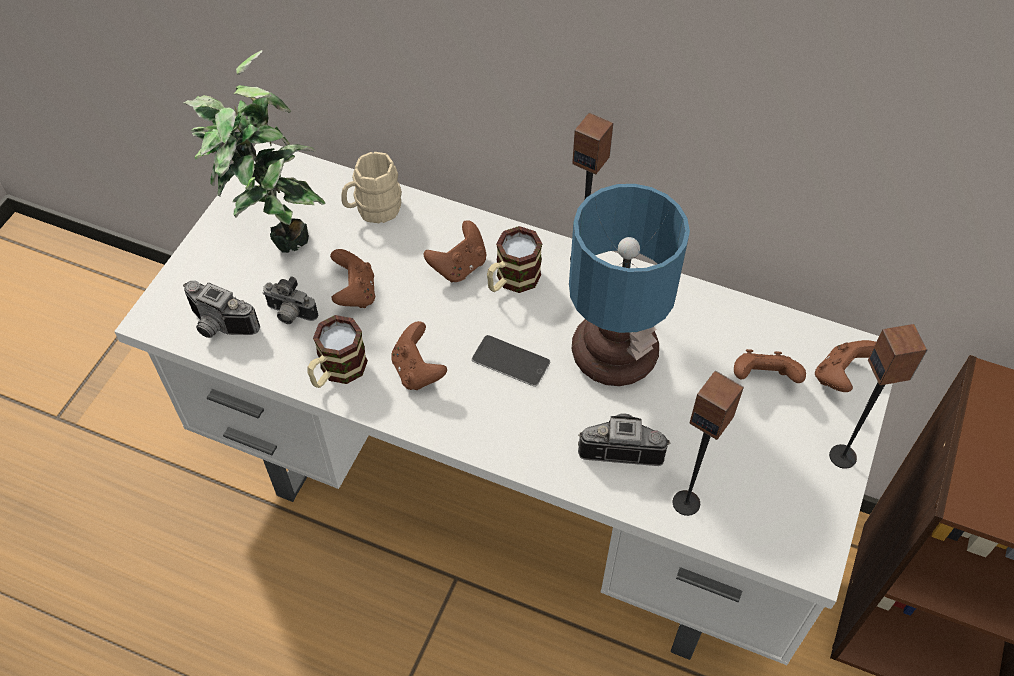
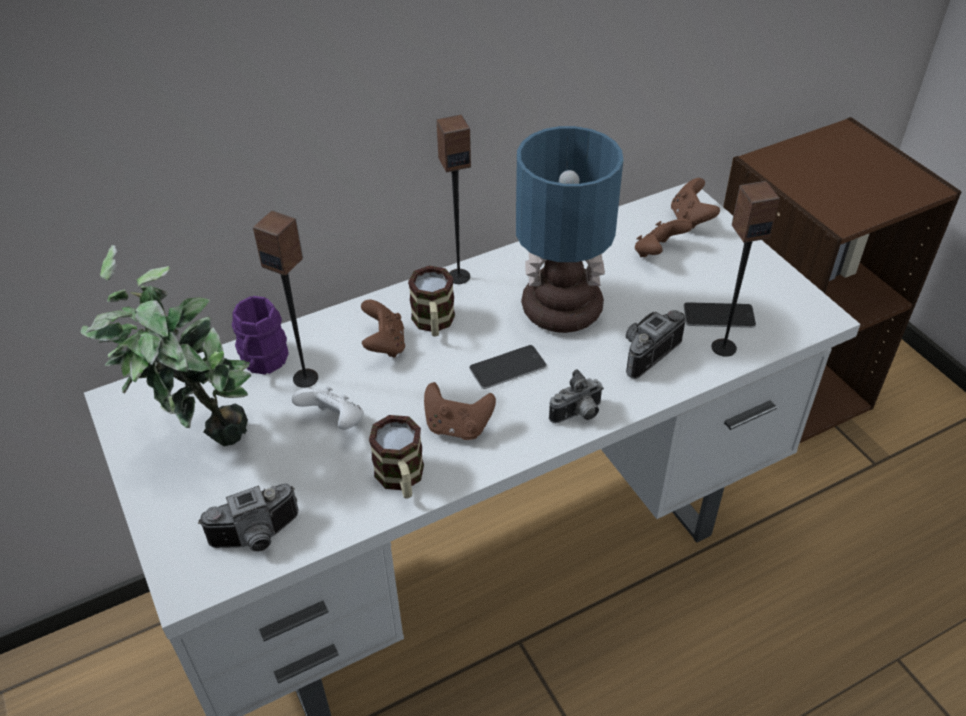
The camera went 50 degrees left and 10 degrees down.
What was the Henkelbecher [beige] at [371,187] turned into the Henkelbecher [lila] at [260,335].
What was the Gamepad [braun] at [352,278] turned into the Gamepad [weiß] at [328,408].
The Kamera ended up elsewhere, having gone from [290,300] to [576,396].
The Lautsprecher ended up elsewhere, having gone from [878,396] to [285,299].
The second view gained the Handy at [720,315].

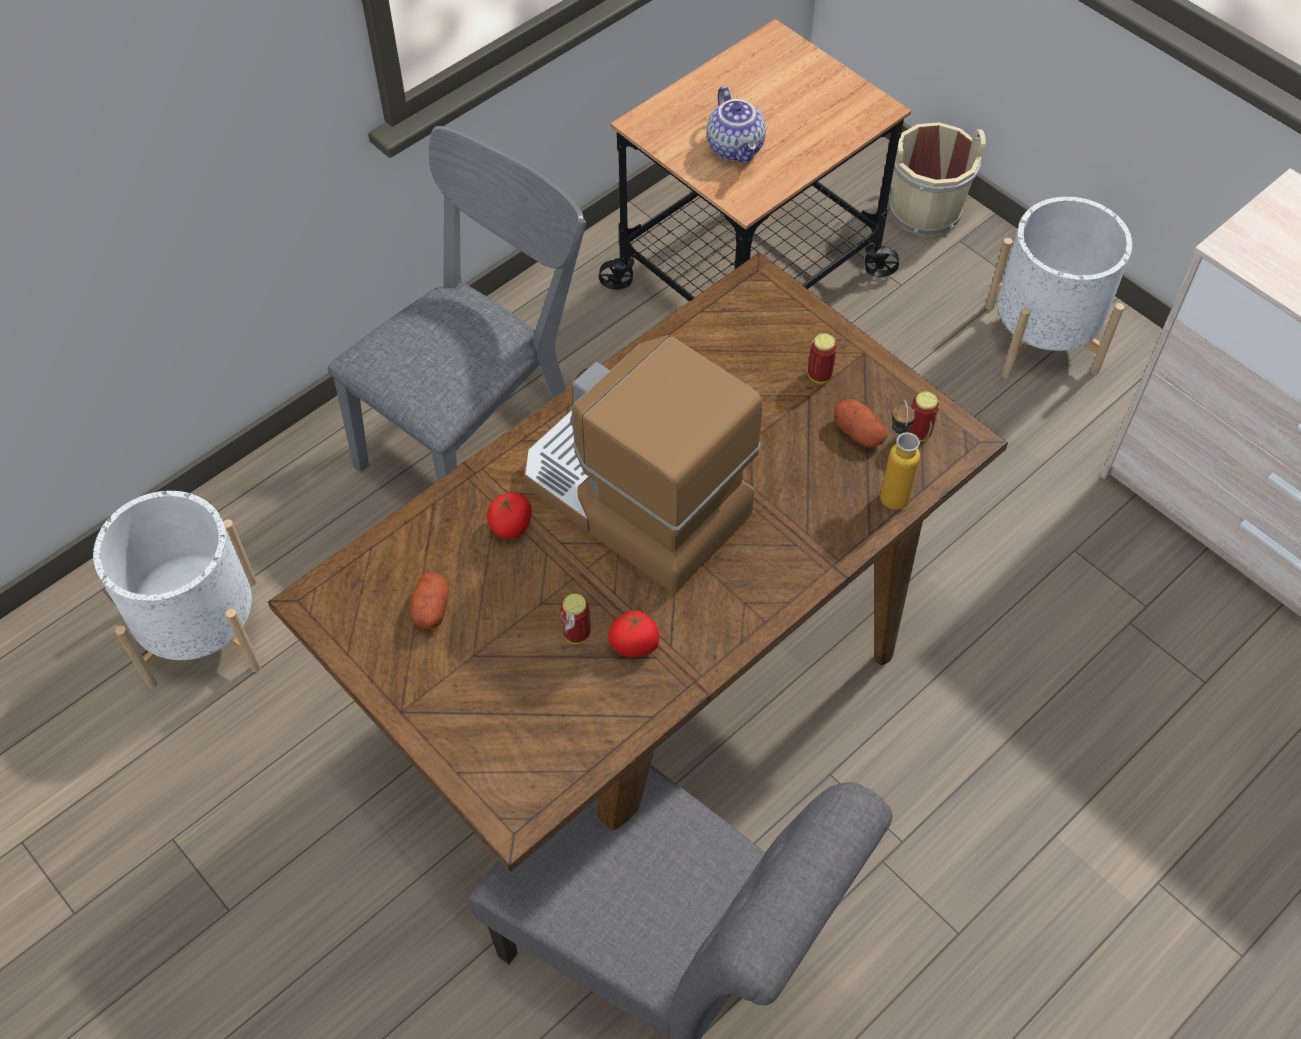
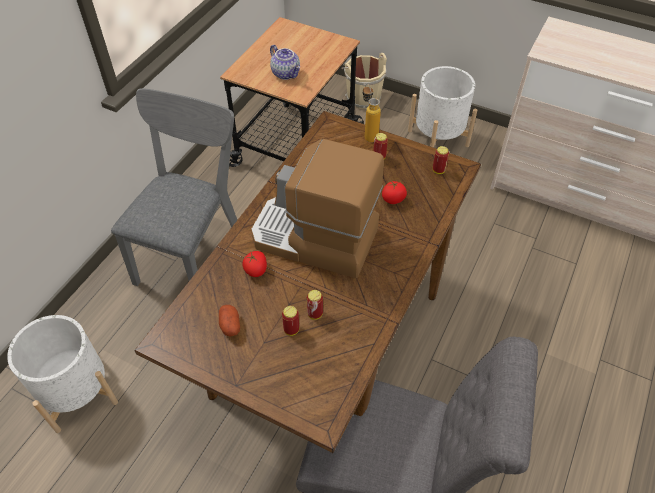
The camera went 20 degrees left and 5 degrees down.
The second view lost the Kartoffel at [860,423].
The Flasche ended up elsewhere, having gone from [900,455] to [372,113].
The Tomate ended up elsewhere, having gone from [633,633] to [394,192].
The second view gained the Dose at [290,321].

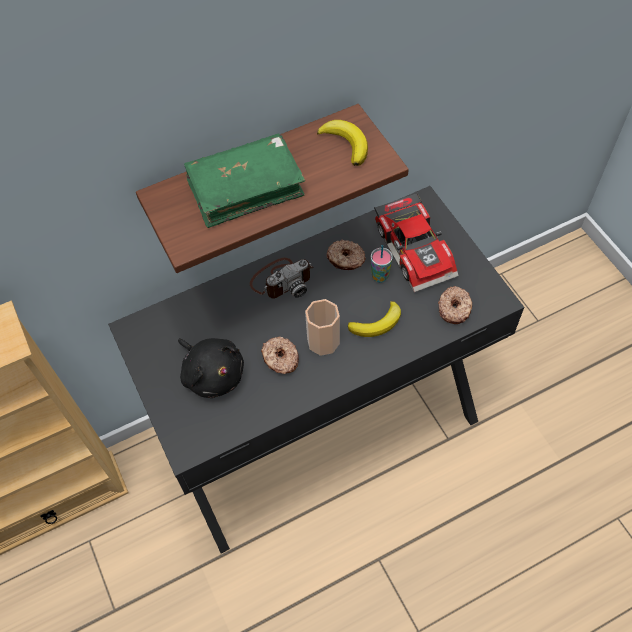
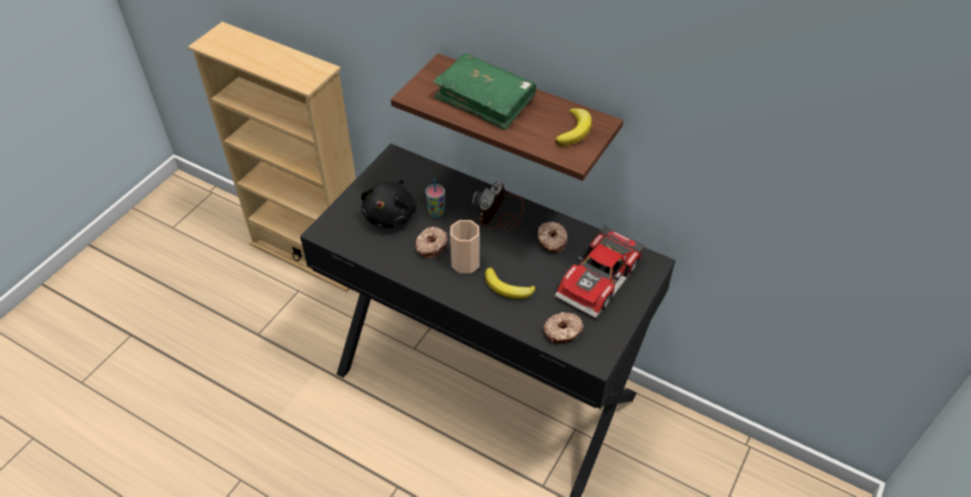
The camera went 55 degrees right and 10 degrees down.
The Tasse ended up elsewhere, having gone from [382,264] to [435,198].
The Kamera at [281,278] ended up facing another way, 90 degrees clockwise from before.

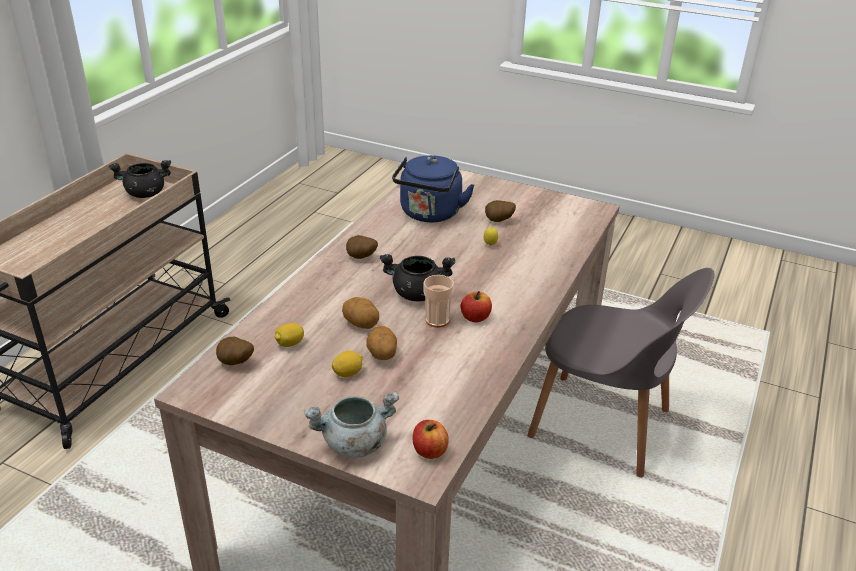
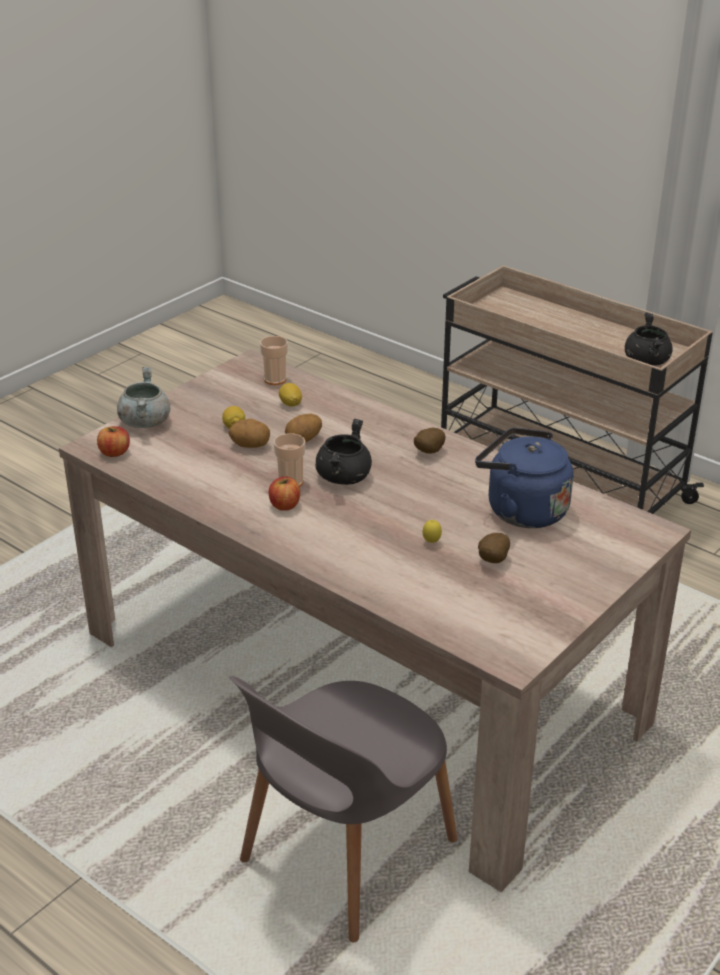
The camera went 105 degrees right and 0 degrees up.
Where the Kartoffel stood at [235,351], the Tasse came to stand at [274,360].

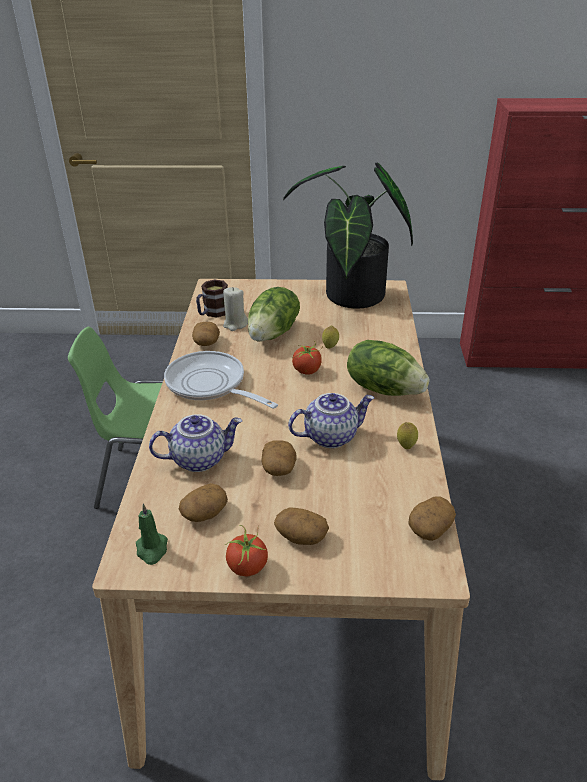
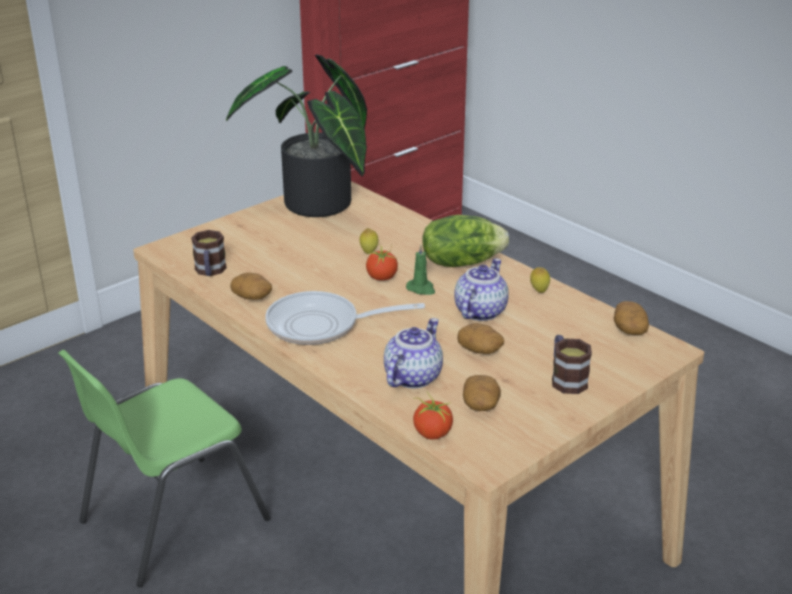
The camera went 45 degrees left and 5 degrees down.
The second view lost the Kerze [beige] at [235,309].
The second view lost the Salatkopf at [274,314].
The Kerze [grün] ended up elsewhere, having gone from [152,534] to [420,269].
Where the Kartoffel stood at [301,526], the Henkelbecher came to stand at [572,364].
The Tomate ended up elsewhere, having gone from [246,550] to [433,416].

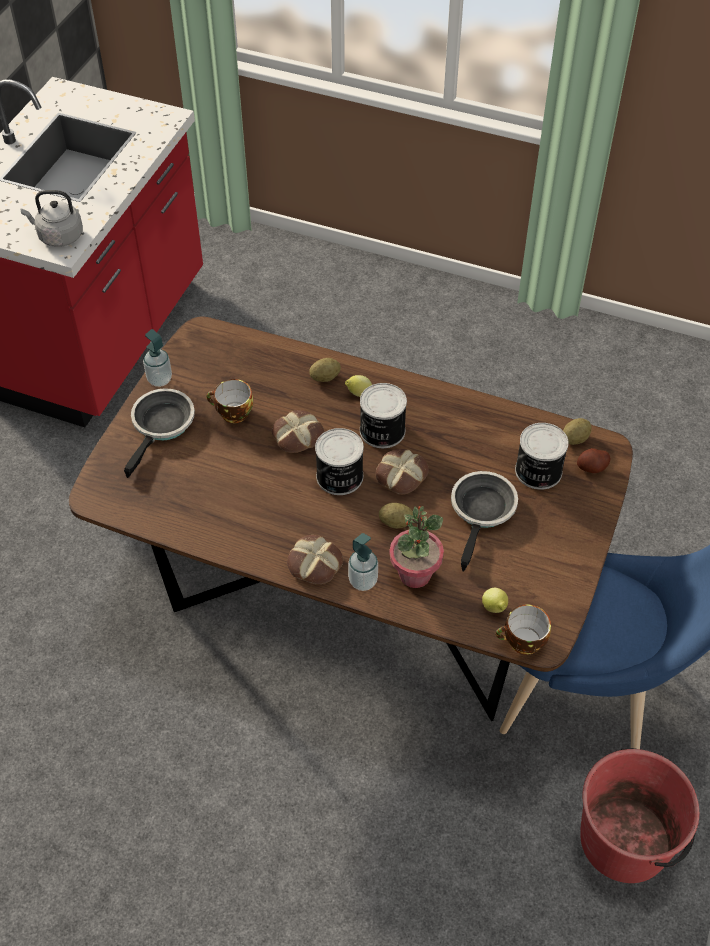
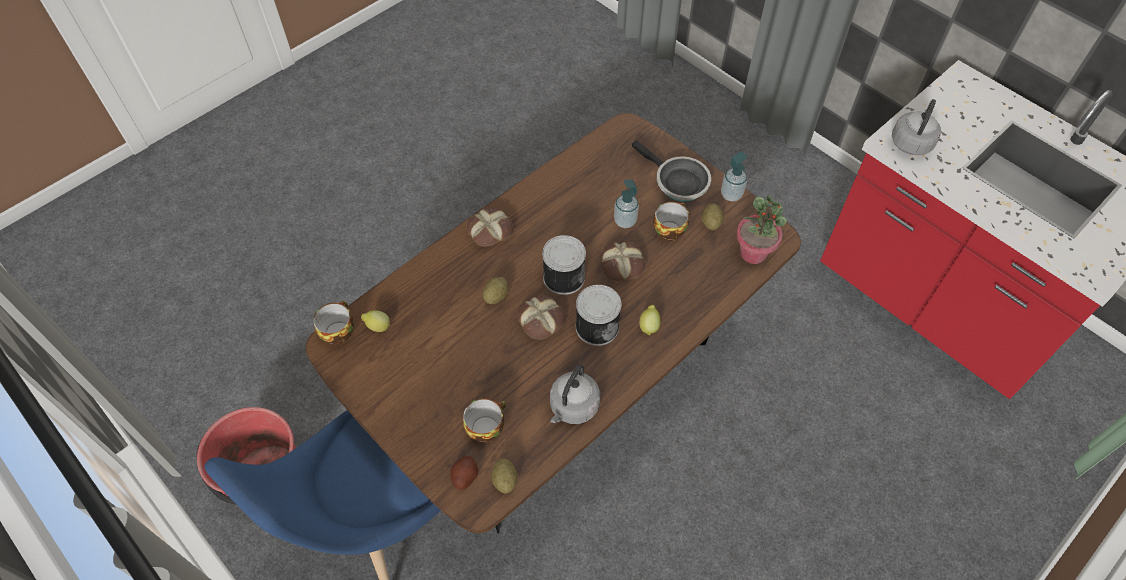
The camera went 115 degrees right and 5 degrees up.
The Kartoffel ended up elsewhere, having gone from [325,370] to [713,217].
Where the Dose stood at [542,456], the Tasse came to stand at [484,420].
The second view lost the Pfanne at [484,521].
The Topfpflanze ended up elsewhere, having gone from [416,547] to [761,229].
The Seifenspender ended up elsewhere, having gone from [363,562] to [626,203].
The second view gained the Wasserkessel [grau] at [575,394].

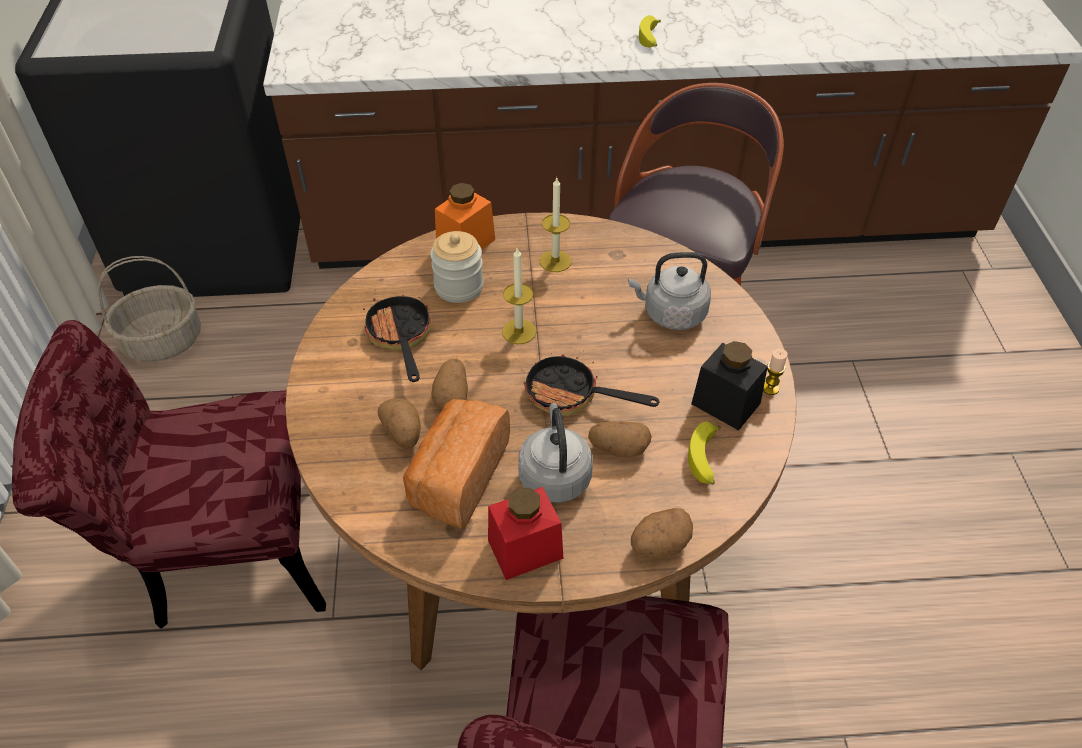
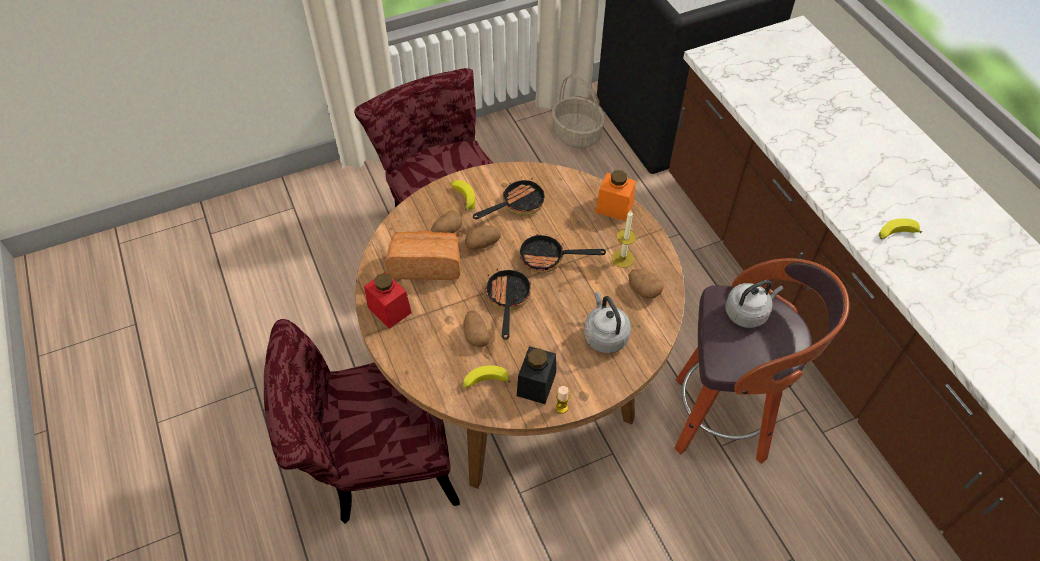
The camera went 70 degrees right and 5 degrees up.
The second view lost the Vorratsglas at [457,267].
Where the Kerze stood at [519,296], the Pfanne came to stand at [562,253].
The Wasserkessel [grau] ended up elsewhere, having gone from [555,453] to [754,304].
The Kartoffel ended up elsewhere, having gone from [662,533] to [646,284].
The second view gained the Banane at [462,195].

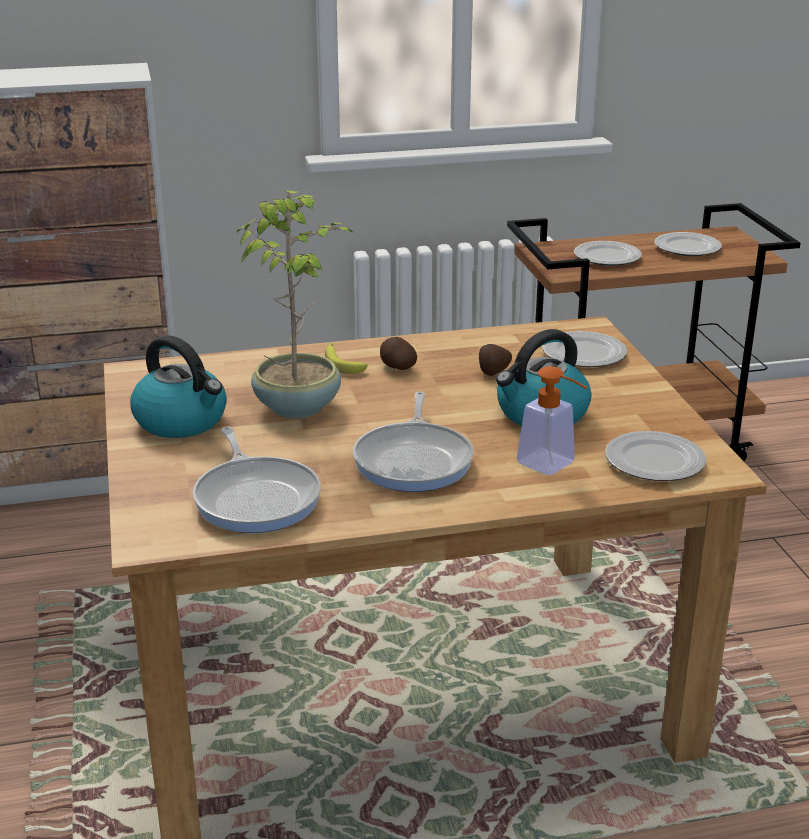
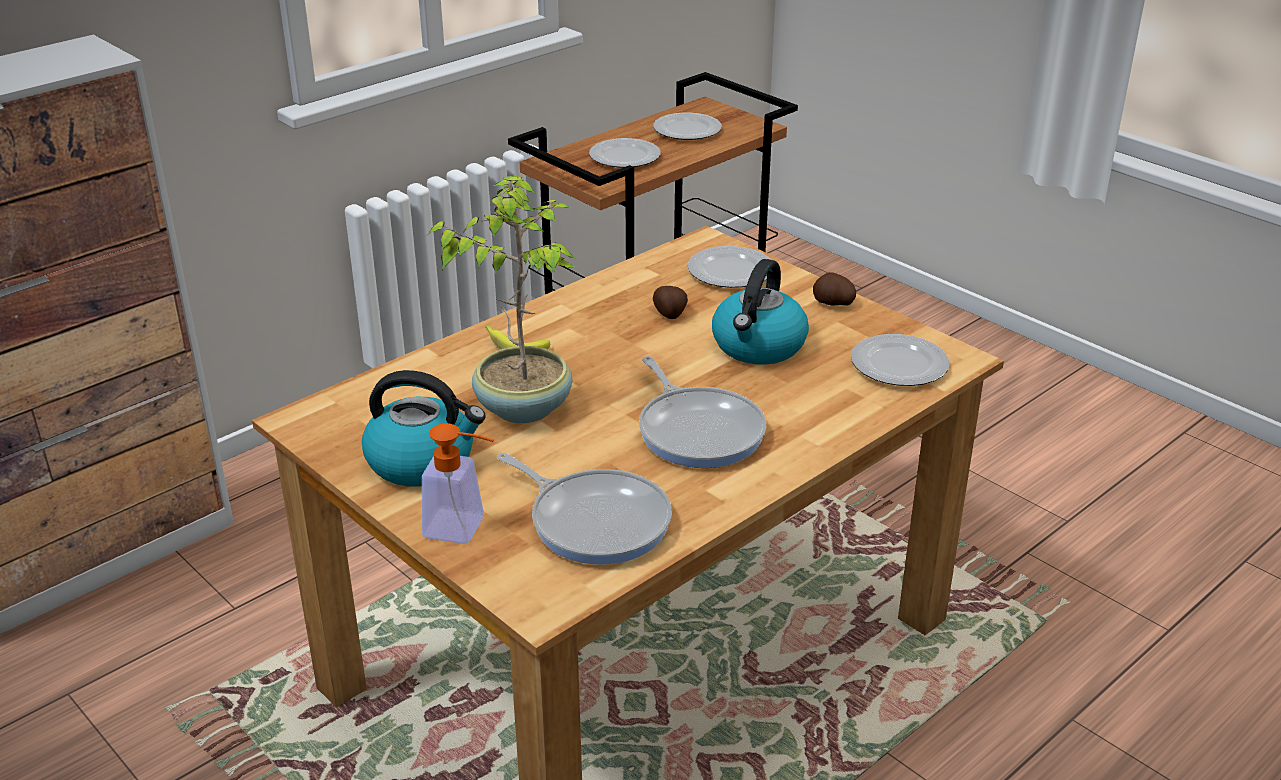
The camera went 30 degrees left and 5 degrees up.
The Kartoffel ended up elsewhere, having gone from [398,353] to [834,289].
The Seifenspender ended up elsewhere, having gone from [552,420] to [458,483].

